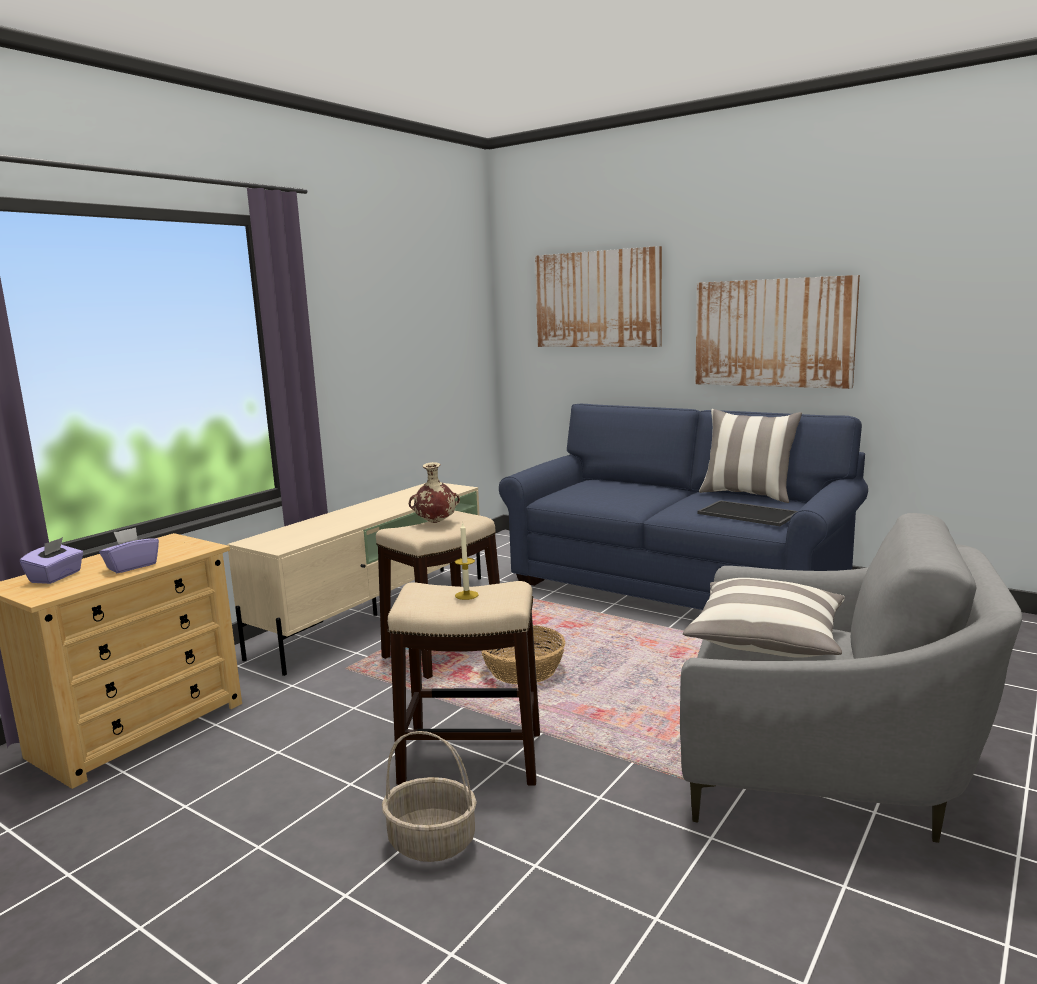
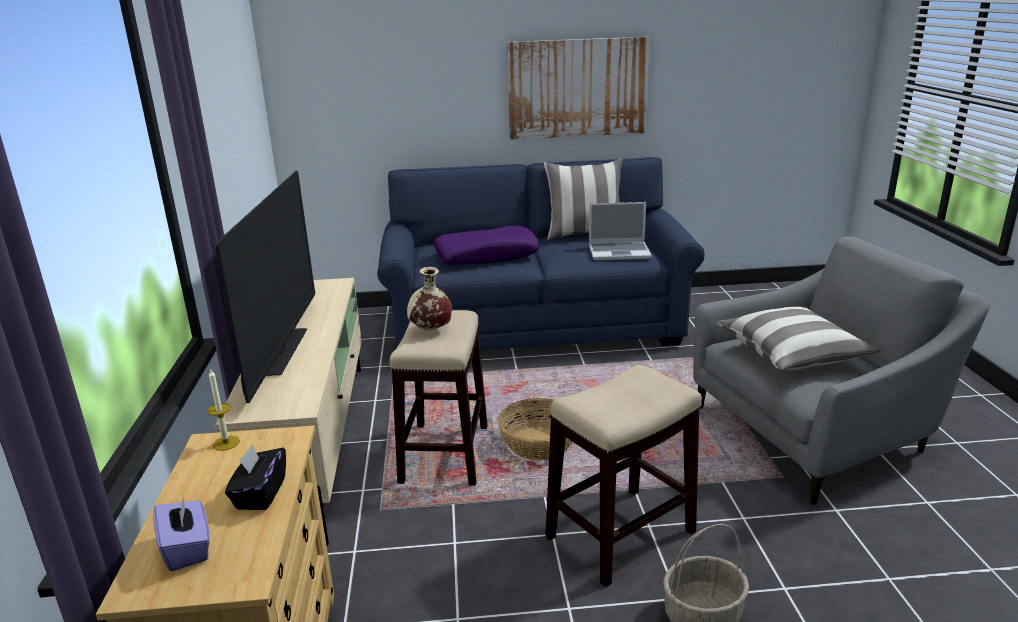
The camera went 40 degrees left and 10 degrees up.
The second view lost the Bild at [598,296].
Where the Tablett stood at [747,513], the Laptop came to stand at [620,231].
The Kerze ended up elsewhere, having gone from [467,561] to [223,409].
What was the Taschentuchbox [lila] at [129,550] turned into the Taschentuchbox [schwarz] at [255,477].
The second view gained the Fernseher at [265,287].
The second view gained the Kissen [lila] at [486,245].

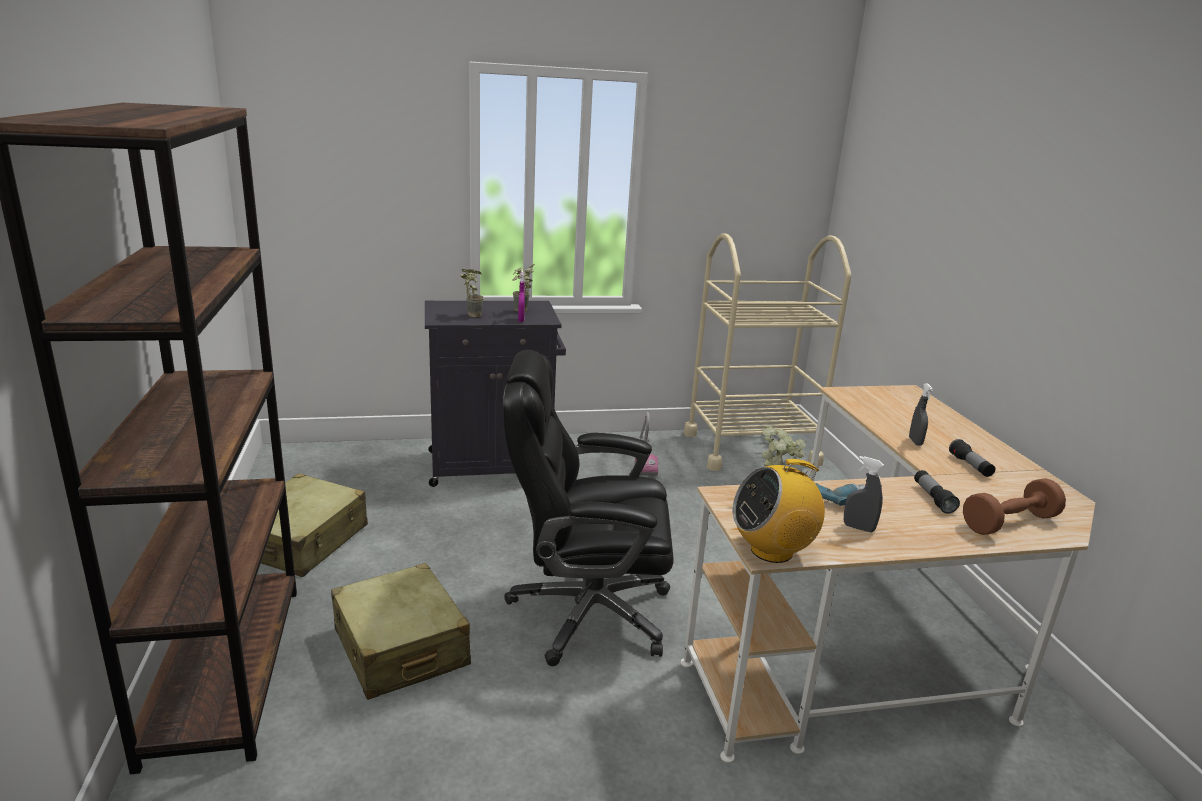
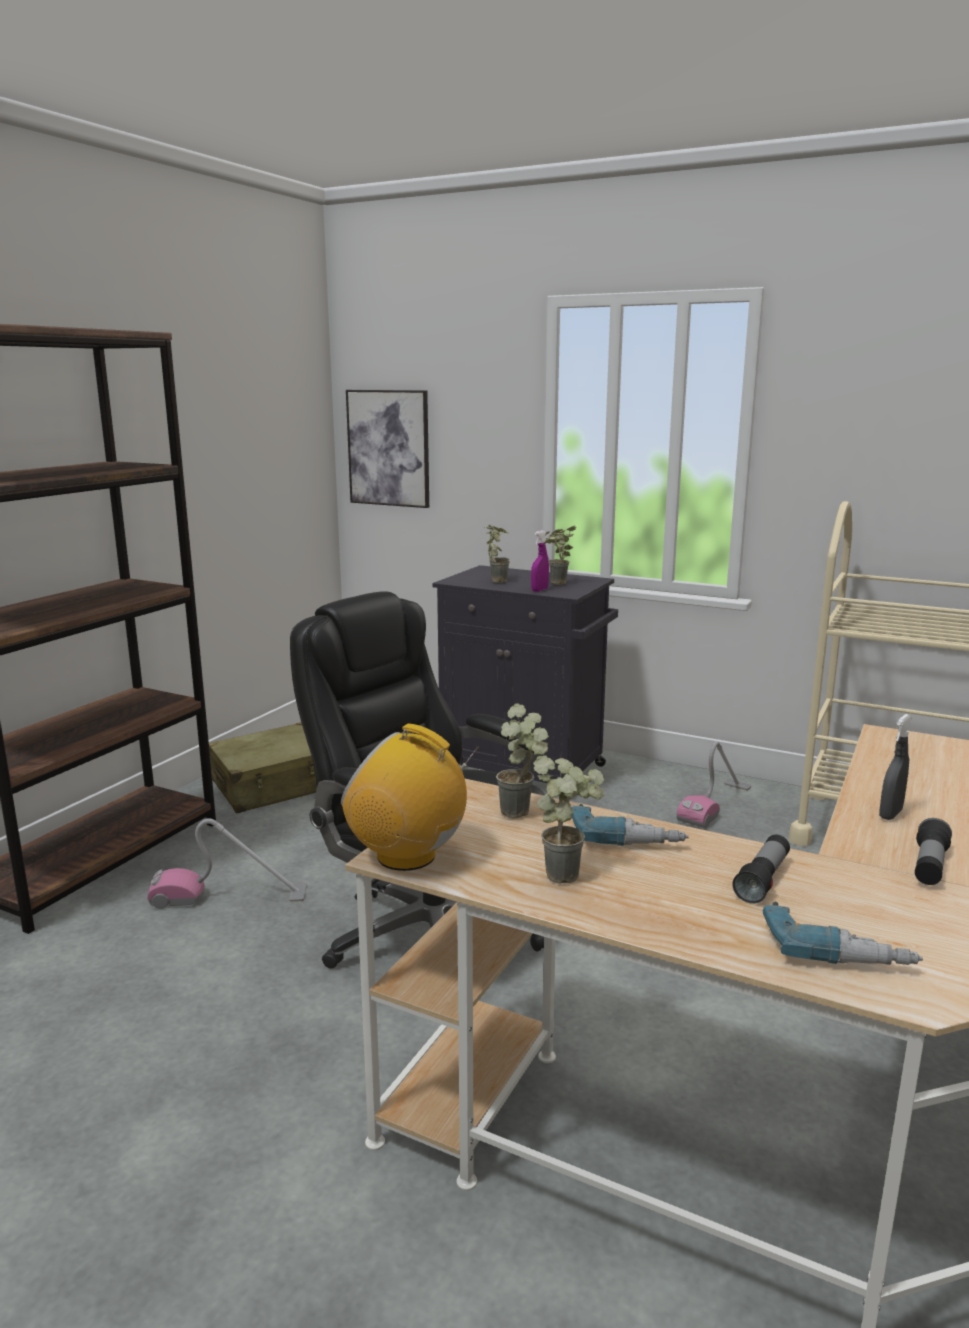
The camera went 40 degrees right and 5 degrees down.
Where the Sprühflasche [grau] stood at [864,494], the Topfpflanze came to stand at [568,819].
Where the Hantel [braun] stood at [1014,506], the Bohrmaschine came to stand at [843,933].
Where the Koffer [beige] stood at [401,631], the Staubsauger came to stand at [227,863].
The second view gained the Bild at [387,449].

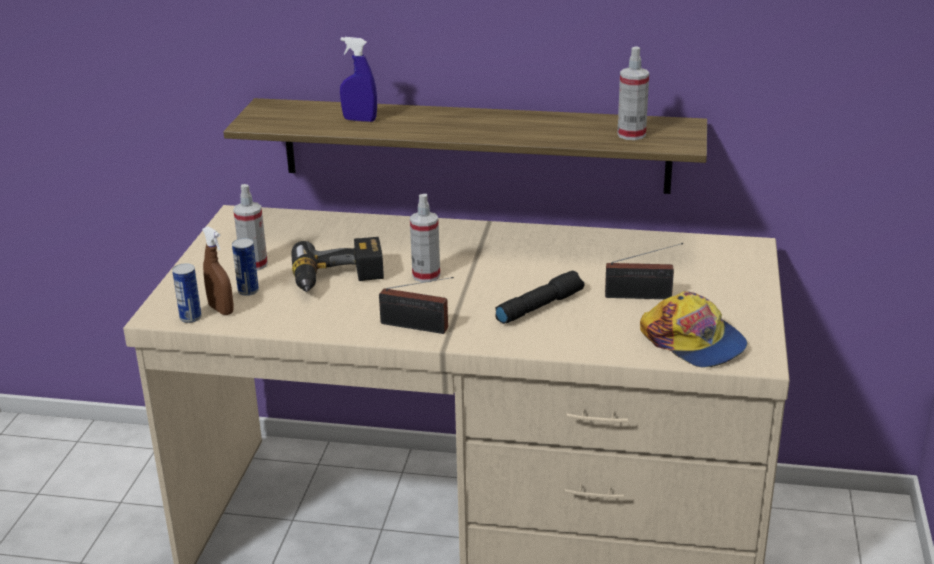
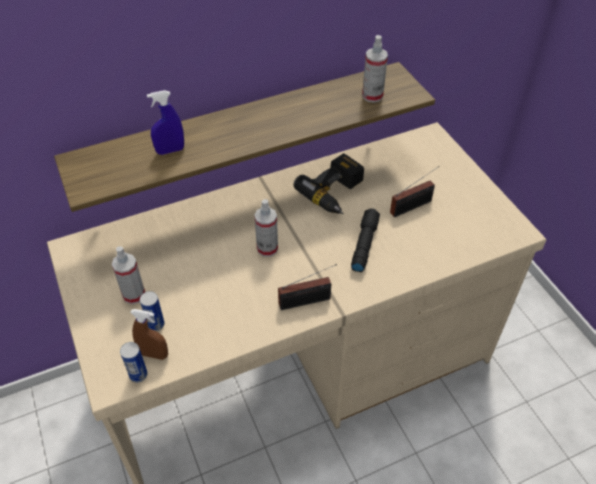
The camera went 35 degrees left and 20 degrees up.
The Bohrmaschine ended up elsewhere, having gone from [337,264] to [328,183].
The second view lost the Kappe at [694,329].

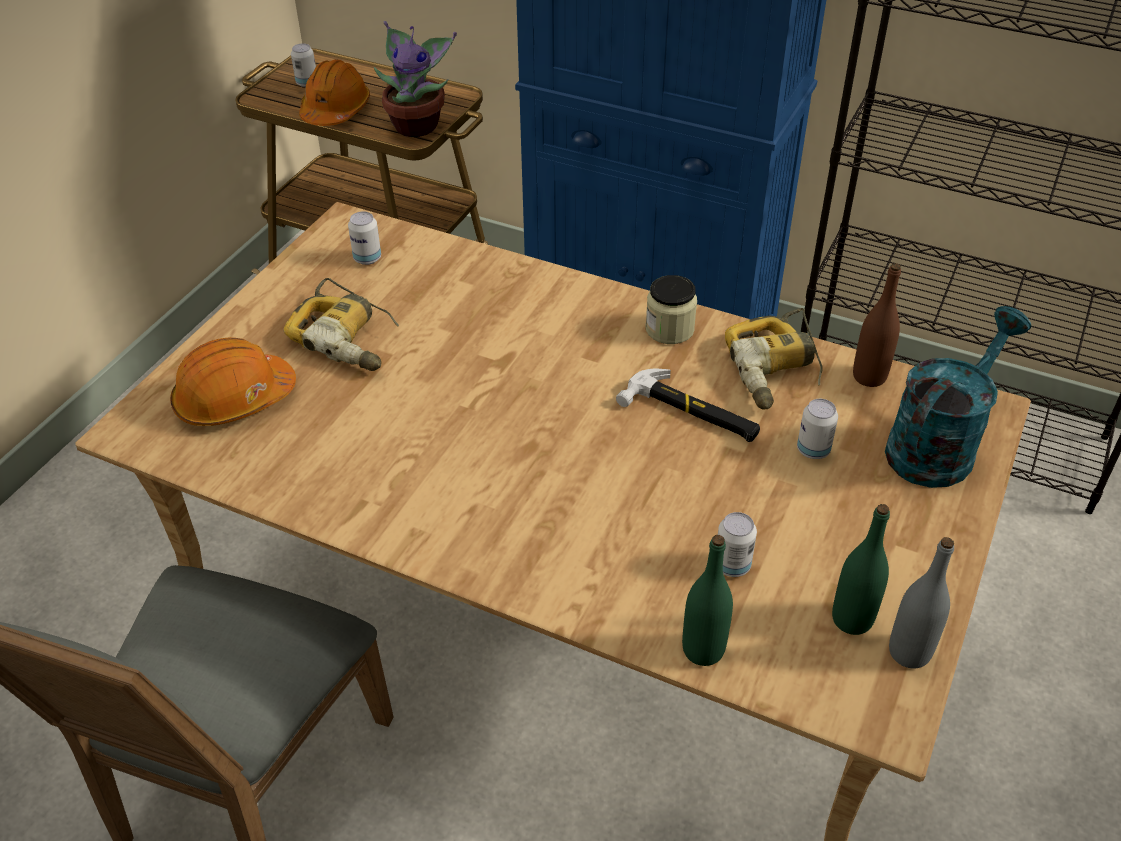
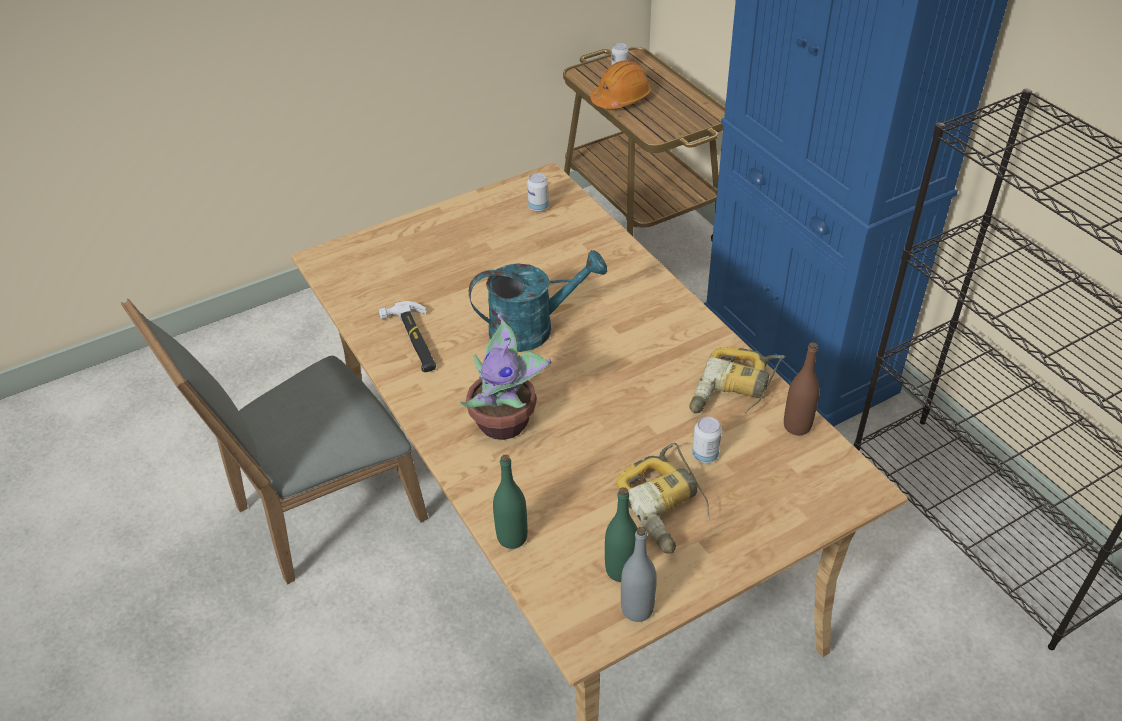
The camera went 35 degrees right and 0 degrees up.
The Topfpflanze ended up elsewhere, having gone from [415,79] to [505,377].
The second view lost the Vorratsglas at [671,309].
The Bohrmaschine ended up elsewhere, having gone from [341,324] to [663,498].
The Gießkanne [türkis] ended up elsewhere, having gone from [958,397] to [538,301].
The second view lost the Schutzhelm [orange] at [233,382].
The Hammer ended up elsewhere, having gone from [688,405] to [407,336].
The second view lost the Dose at [737,544].

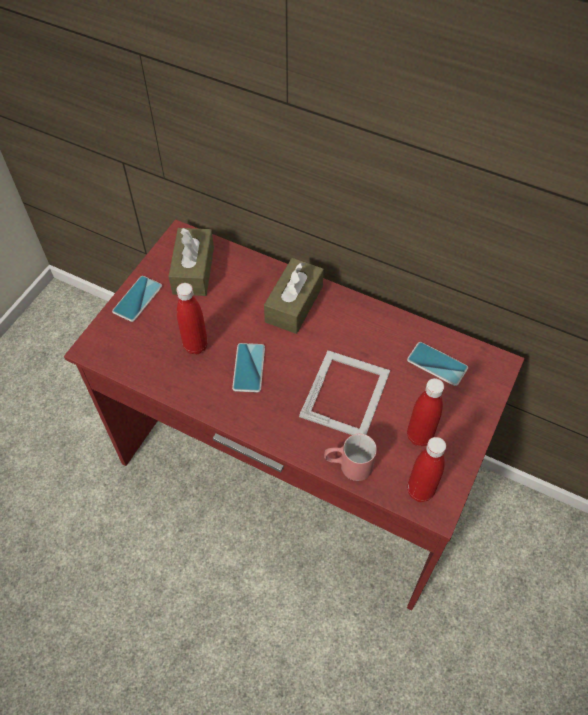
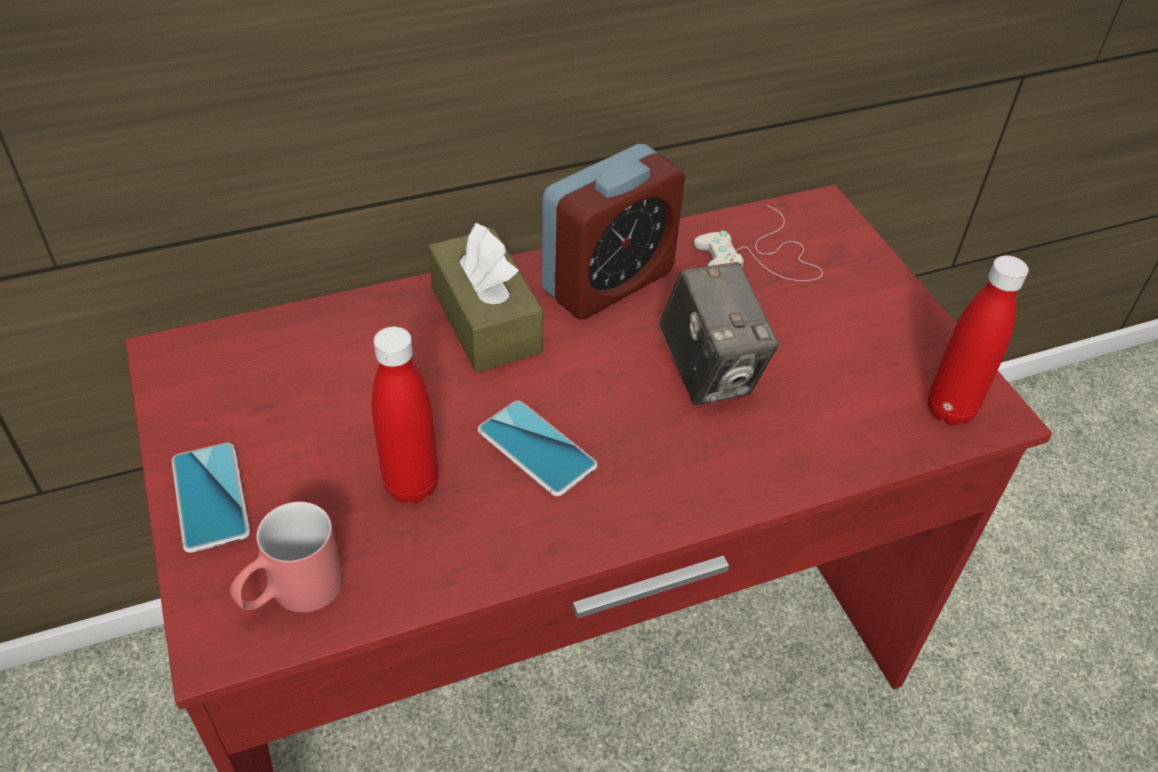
The camera went 50 degrees left and 10 degrees down.
The second view lost the Taschentuchbox [braun] at [191,262].
Where the Handy stood at [437,364], the Gamepad [weiß] came to stand at [758,243].
Where the Bilderrahmen stood at [344,392], the Kamera came to stand at [719,333].
The second view lost the Flasche [rot] at [425,412].
The Henkelbecher [rot] ended up elsewhere, having gone from [350,457] to [286,557].
The second view gained the Wecker at [613,232].

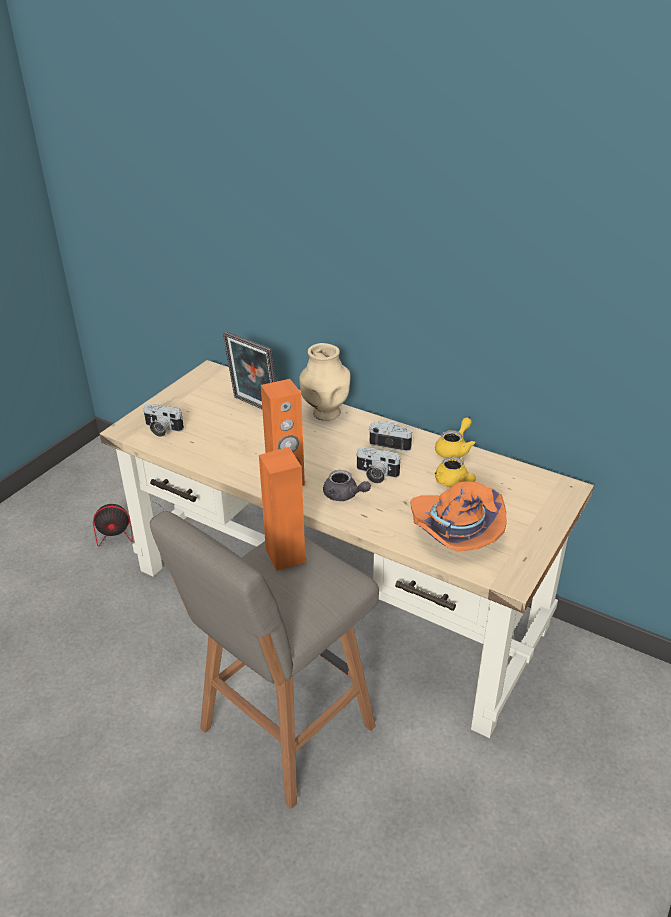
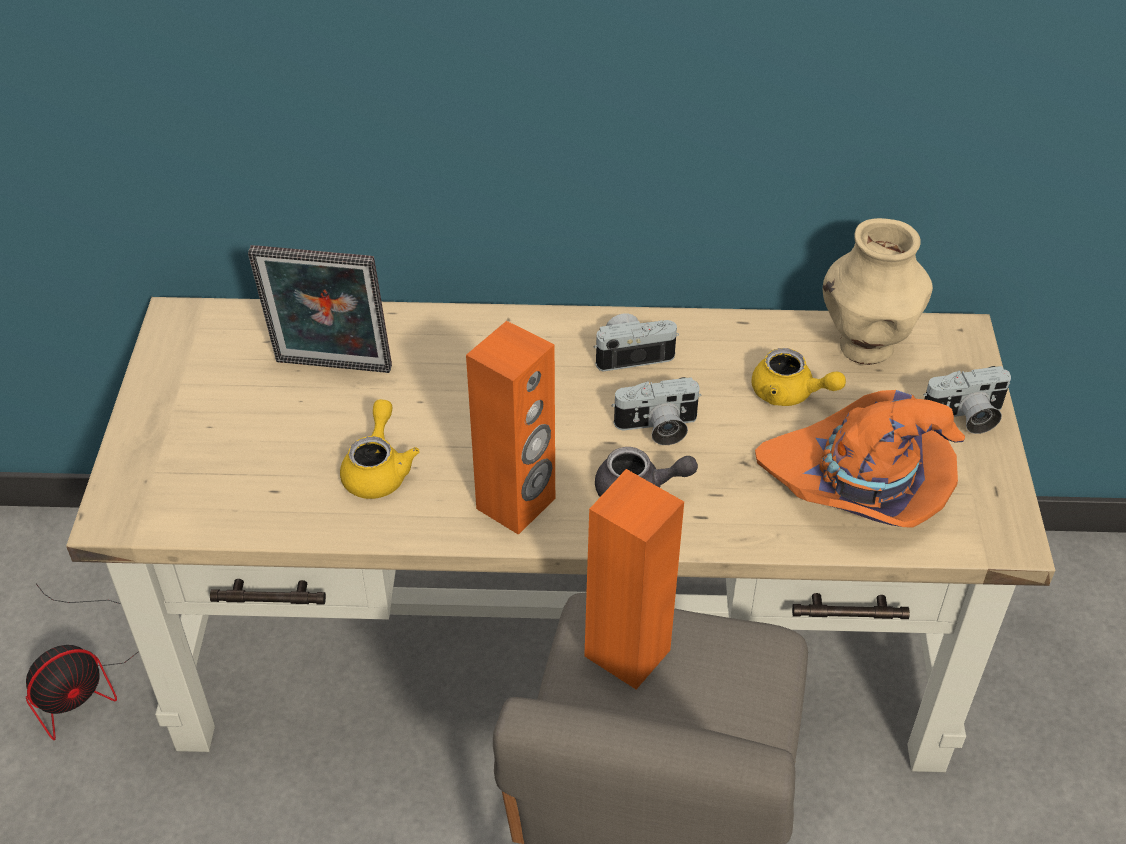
The camera went 30 degrees left and 10 degrees up.
The Vase [beige] ended up elsewhere, having gone from [325,382] to [878,291].
The Kamera ended up elsewhere, having gone from [163,420] to [967,400].
The Teekanne [gelb] ended up elsewhere, having gone from [455,437] to [379,449].

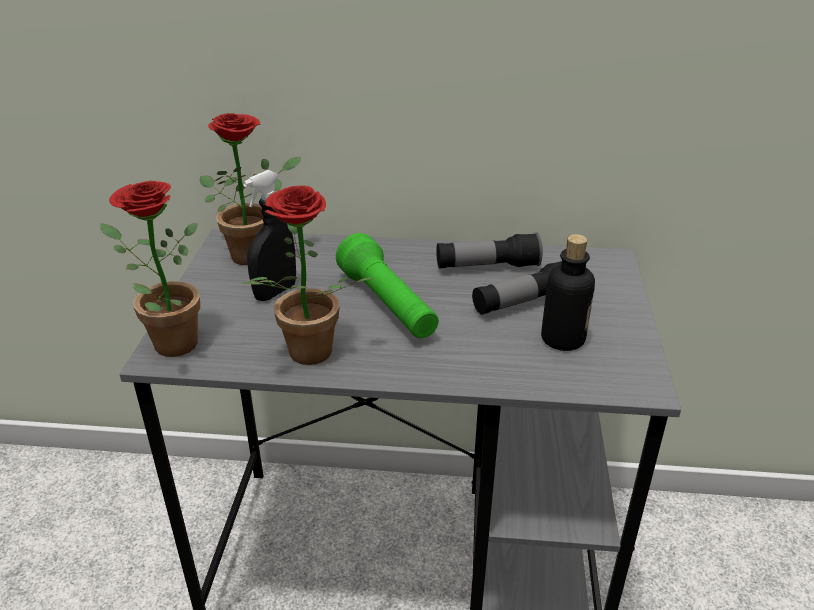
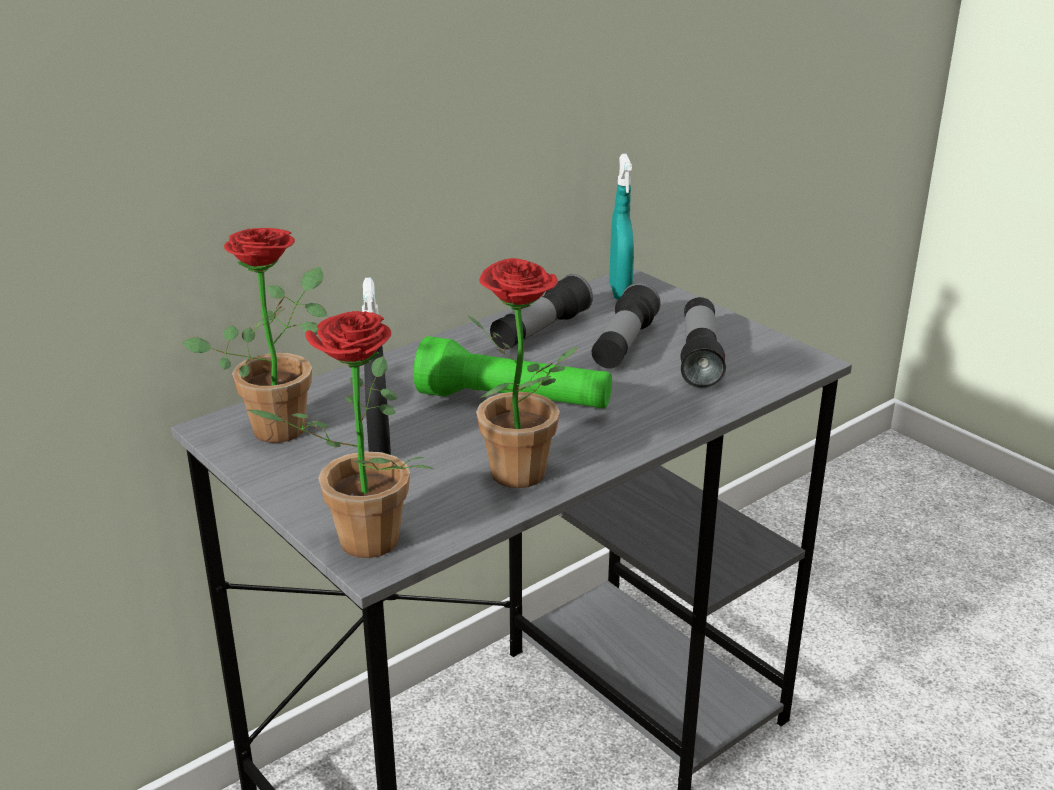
The camera went 45 degrees left and 5 degrees down.
Where the Flasche stood at [568,292], the Taschenlampe came to stand at [703,342].
The second view gained the Sprühflasche [türkis] at [621,227].

